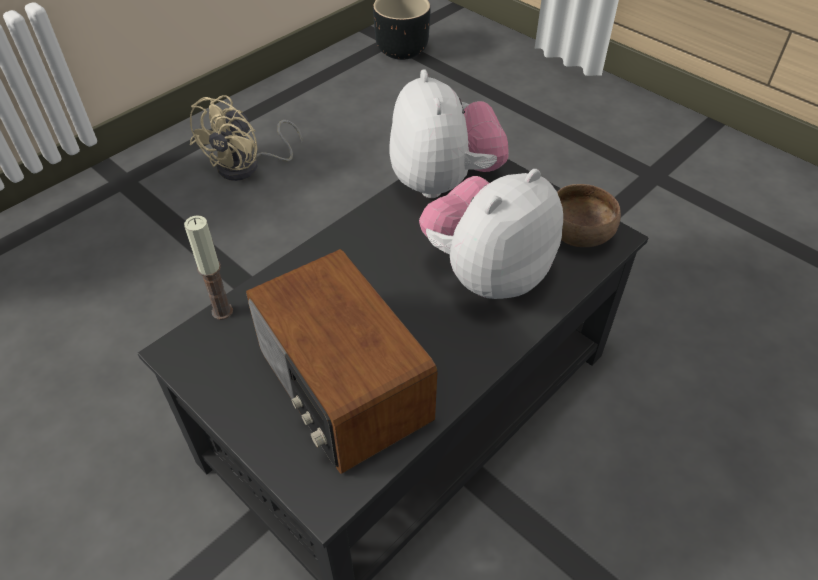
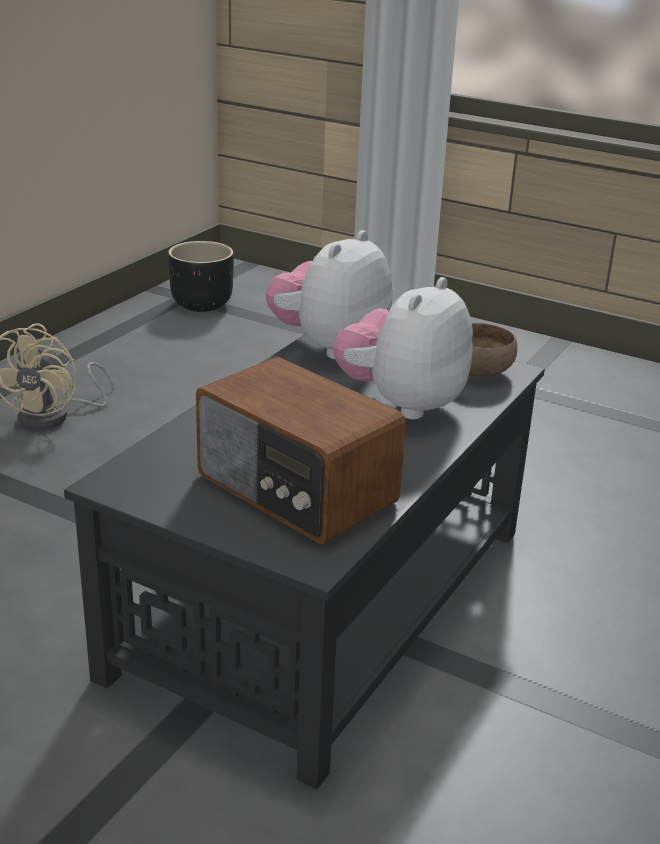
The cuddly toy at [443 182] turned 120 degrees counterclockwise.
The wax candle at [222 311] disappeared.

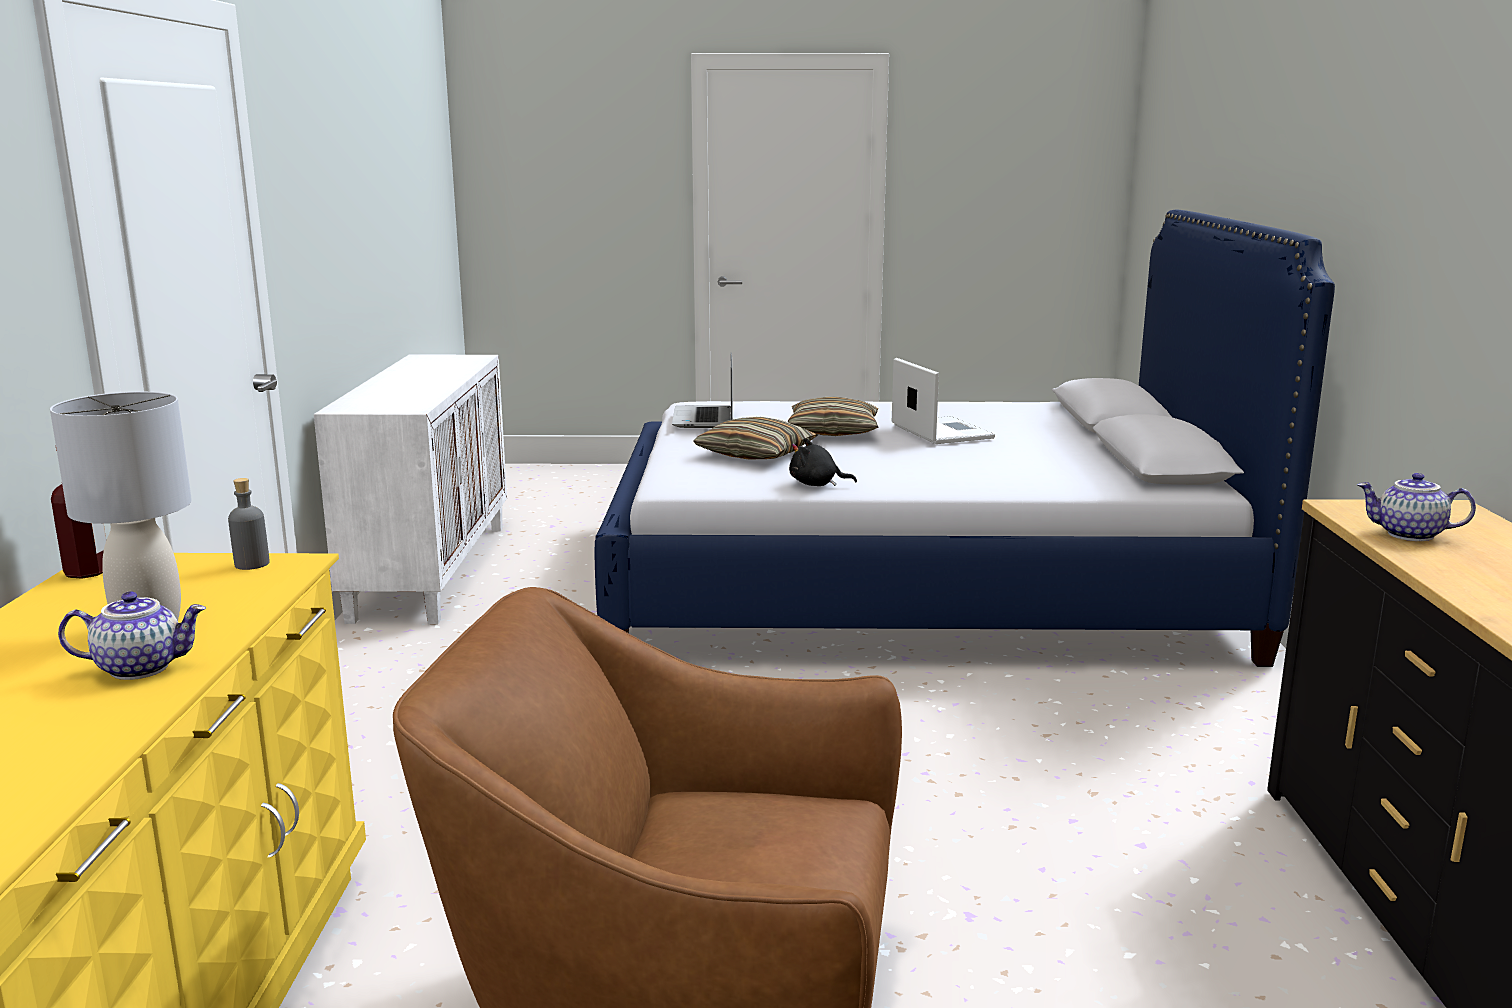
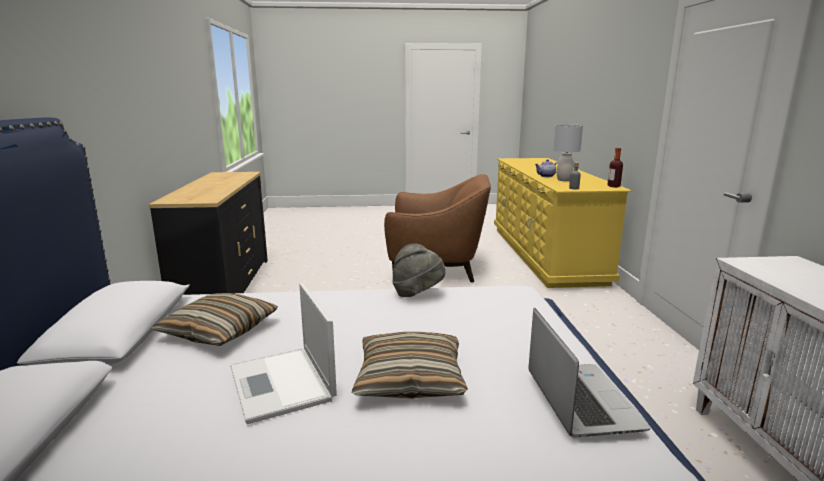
The throw pillow moved from [755 454] to [219 331].
The blackish cuddly toy at [816 484] was replaced by the greyish wearable hat at [418 294].
The pot for tea at [1409 535] disappeared.

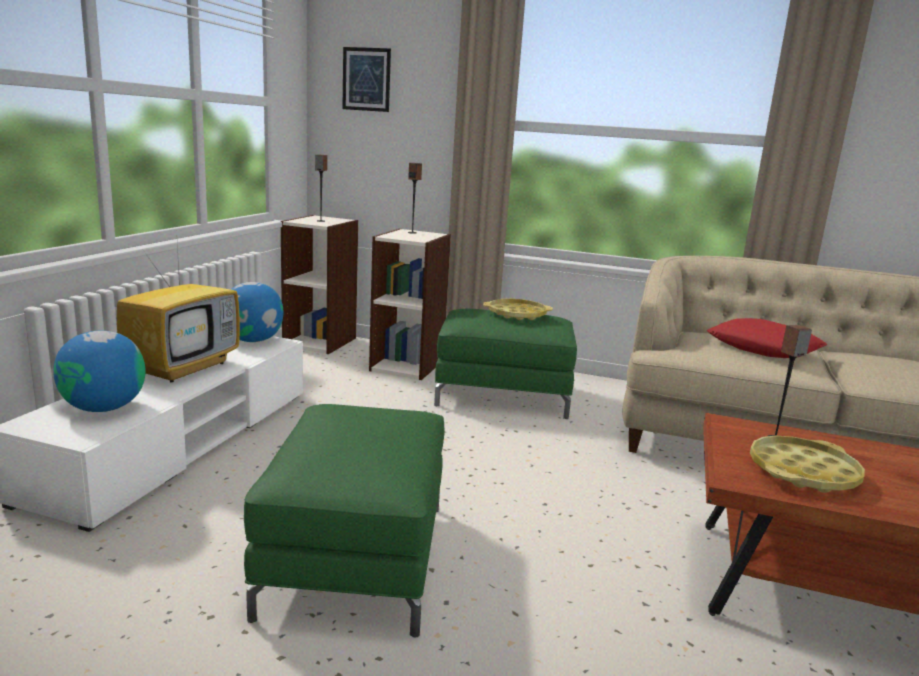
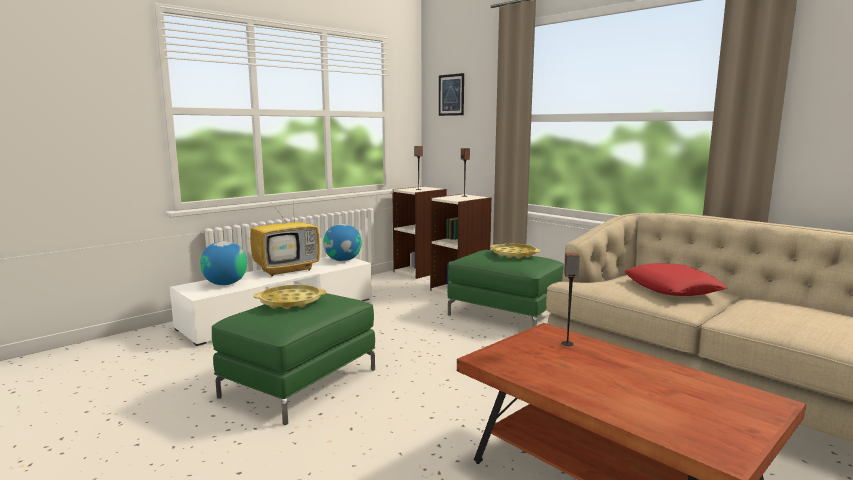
The yellowish tray moved from [803 472] to [291 302].

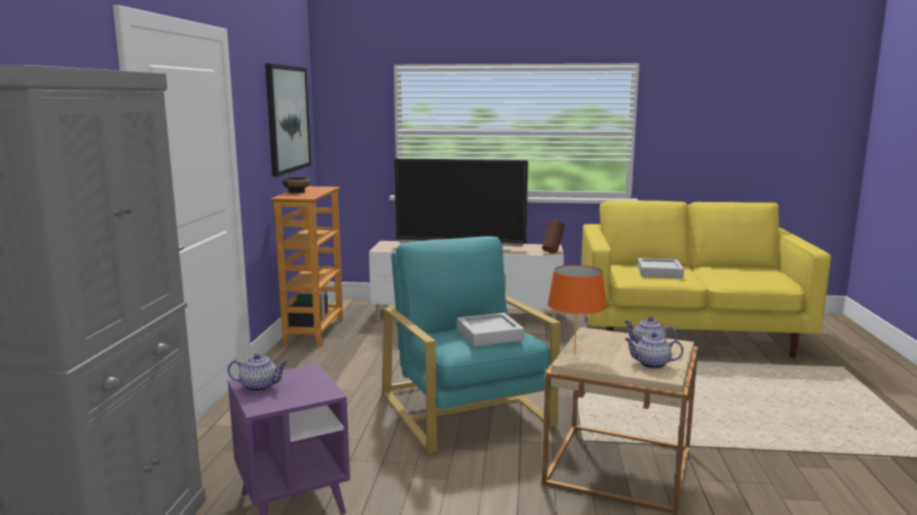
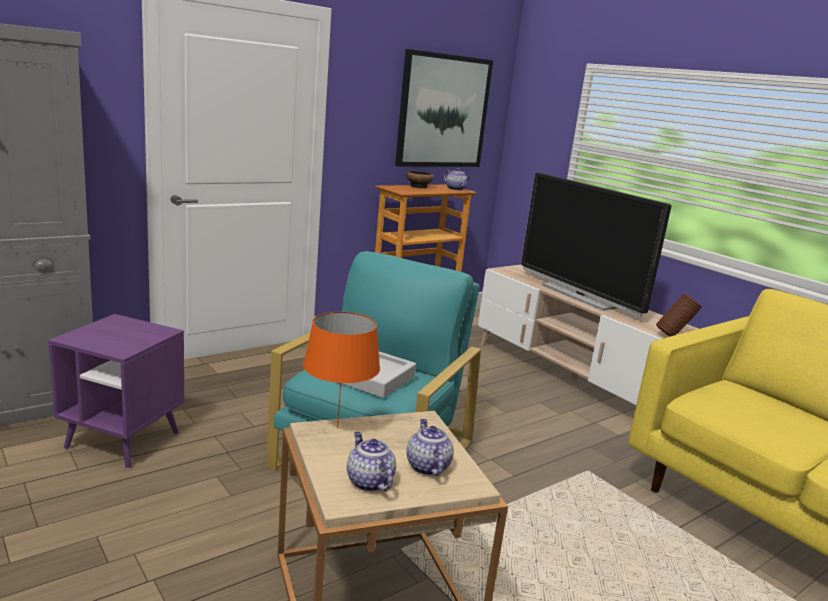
The pot for tea moved from [260 387] to [456 189].
The greyish tray at [659 272] disappeared.

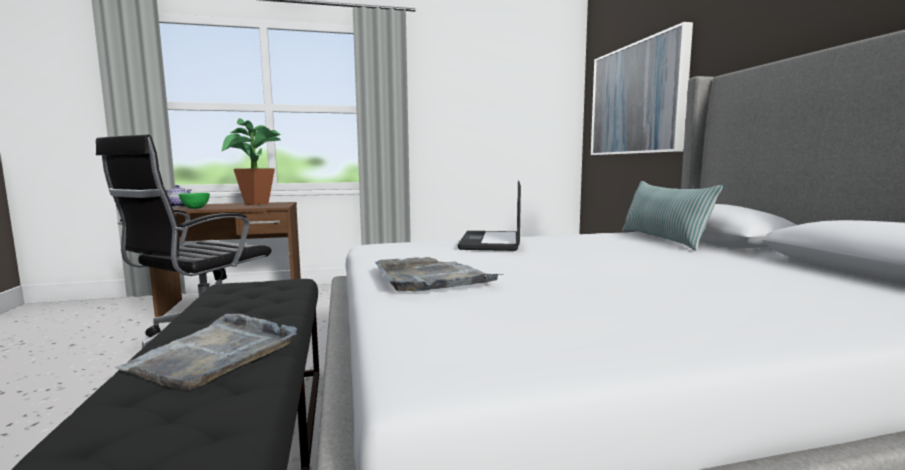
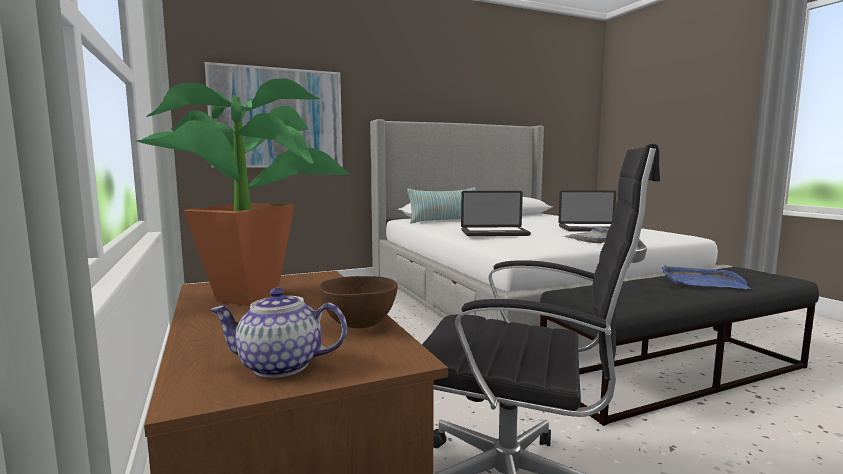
The greenish serving bowl at [196 208] became the brown serving bowl at [358 324].
The laptop at [591 229] appeared.
The greyish tray at [215 354] became the blue-coloured tray at [701 281].

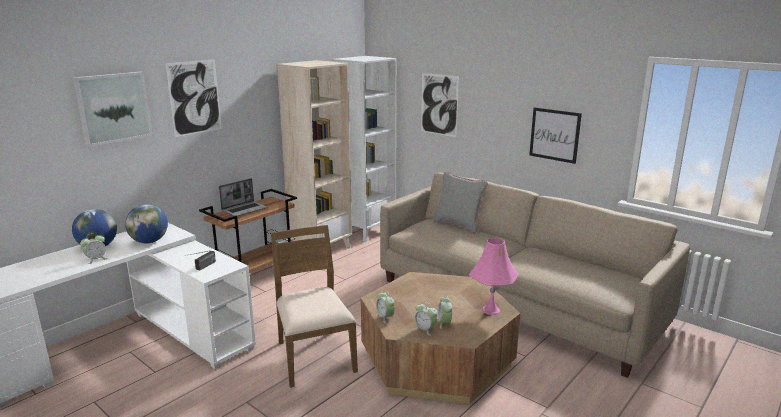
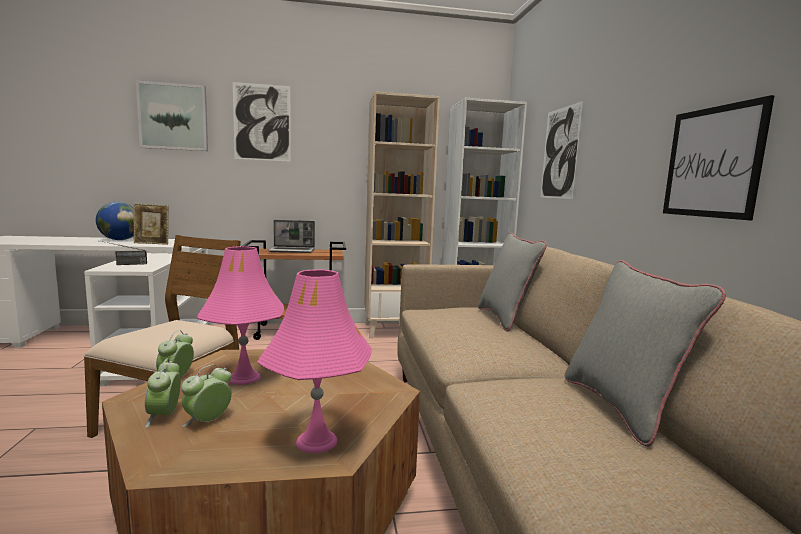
The globe at [149 241] was replaced by the photo frame at [152 243].
The pink-coloured tabletop lamp at [244 378] appeared.
The greyish throw pillow at [621 407] appeared.
The bedside clock at [96 259] disappeared.

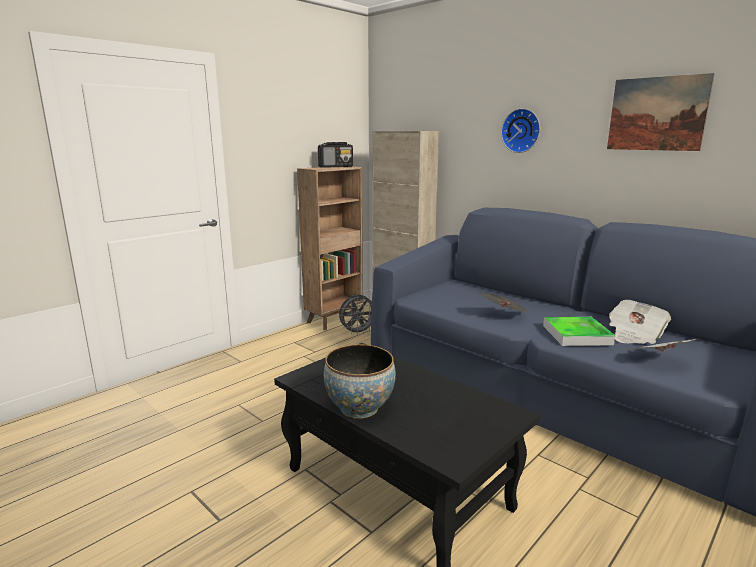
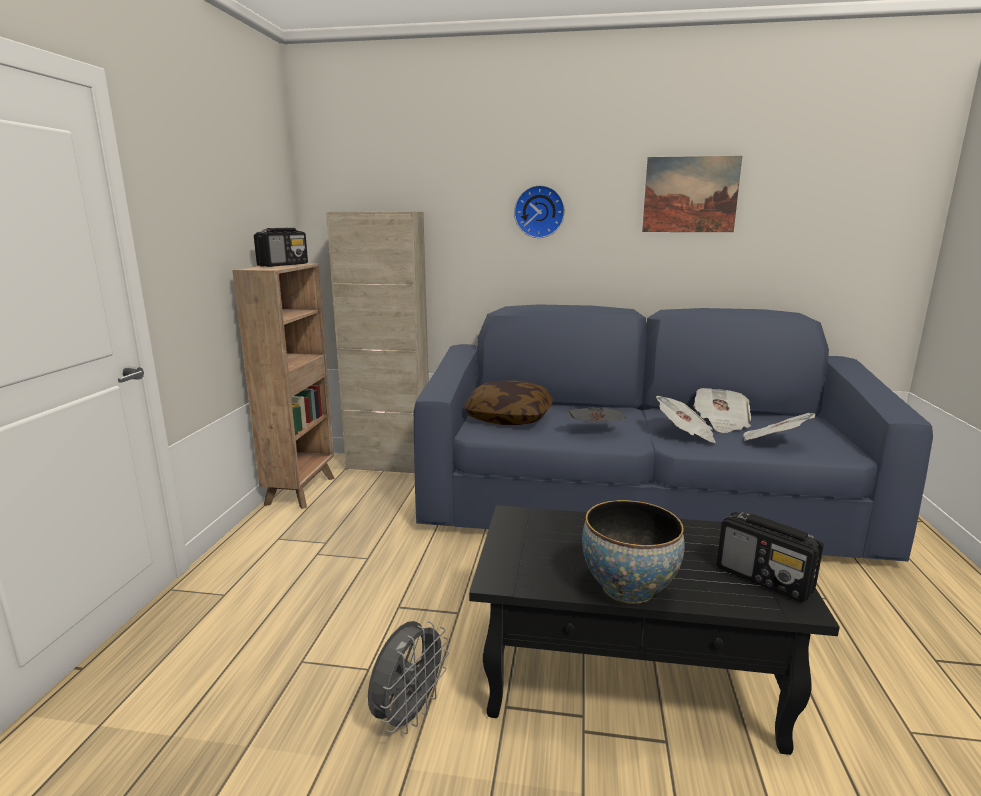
The greyish cooling fan moved from [358 332] to [408 714].
The throw pillow at [509 417] appeared.
The tray at [576 335] was replaced by the daily paper at [685 434].
The radio receiver at [765 579] appeared.

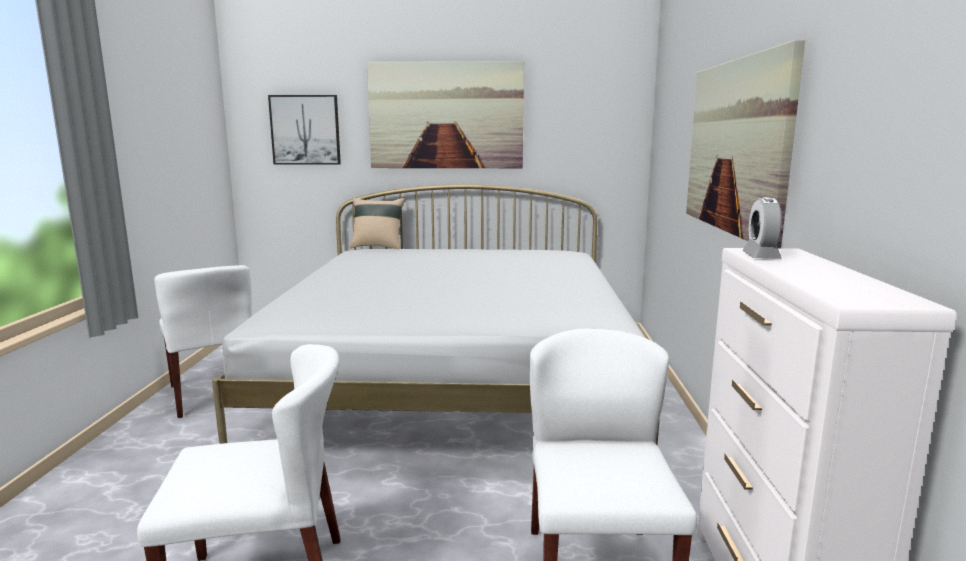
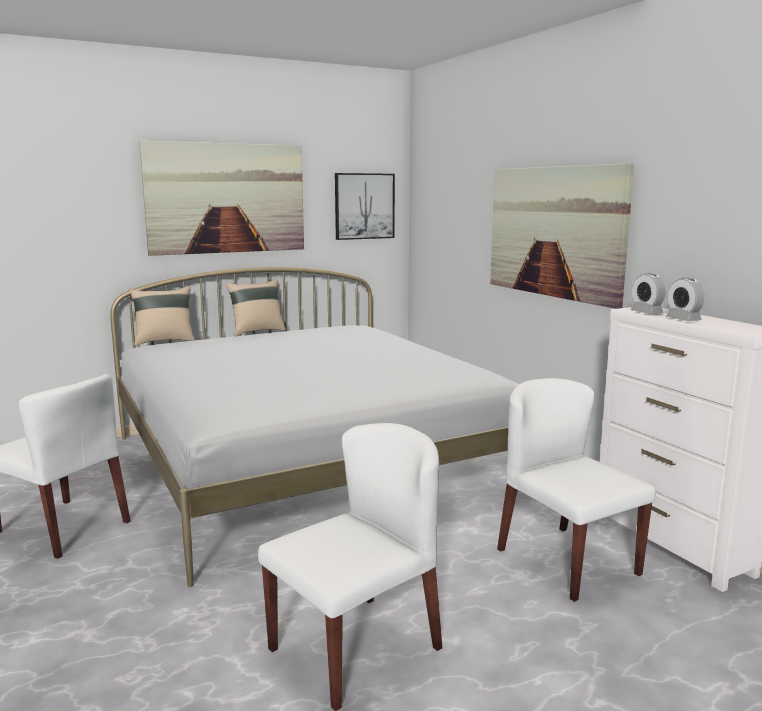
The beige throw pillow at [257 331] appeared.
The wall art moved from [305 130] to [364 206].
The bedside clock at [683 319] appeared.

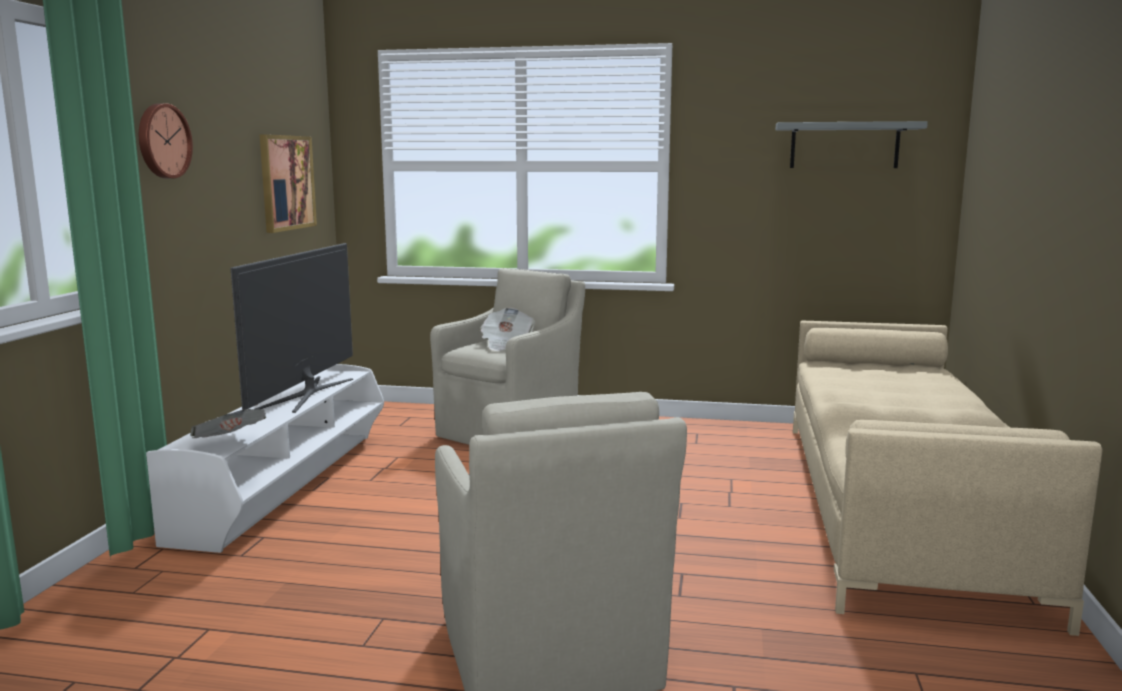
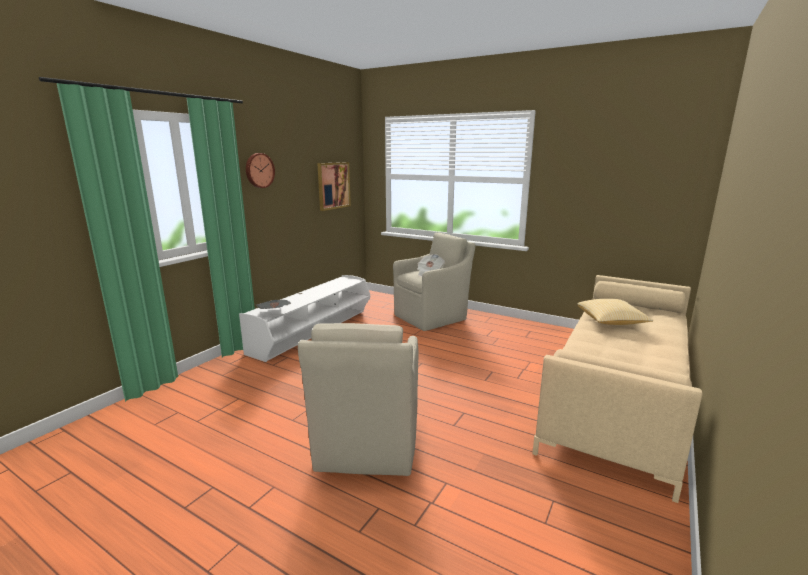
The throw pillow at [611 322] appeared.
The television at [306 393] disappeared.
The greyish shelf at [844 145] disappeared.

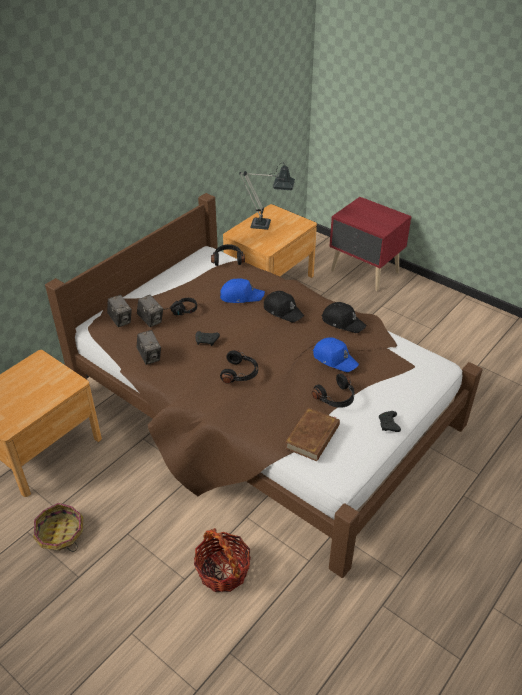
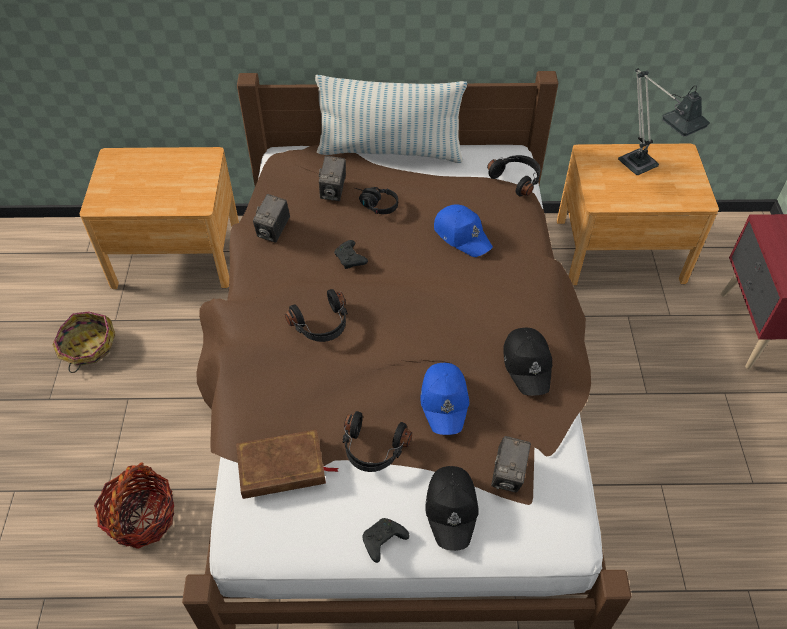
The throw pillow at [390 151] appeared.
The blackish peaked cap moved from [283 310] to [452 509].
The photo camera moved from [120 320] to [508 475].

